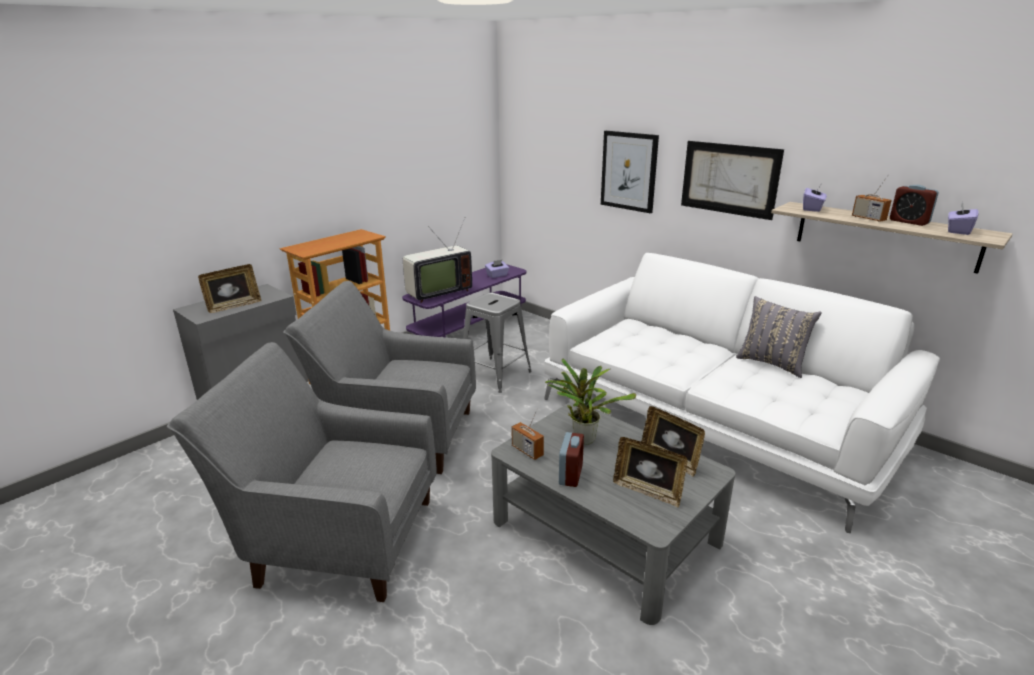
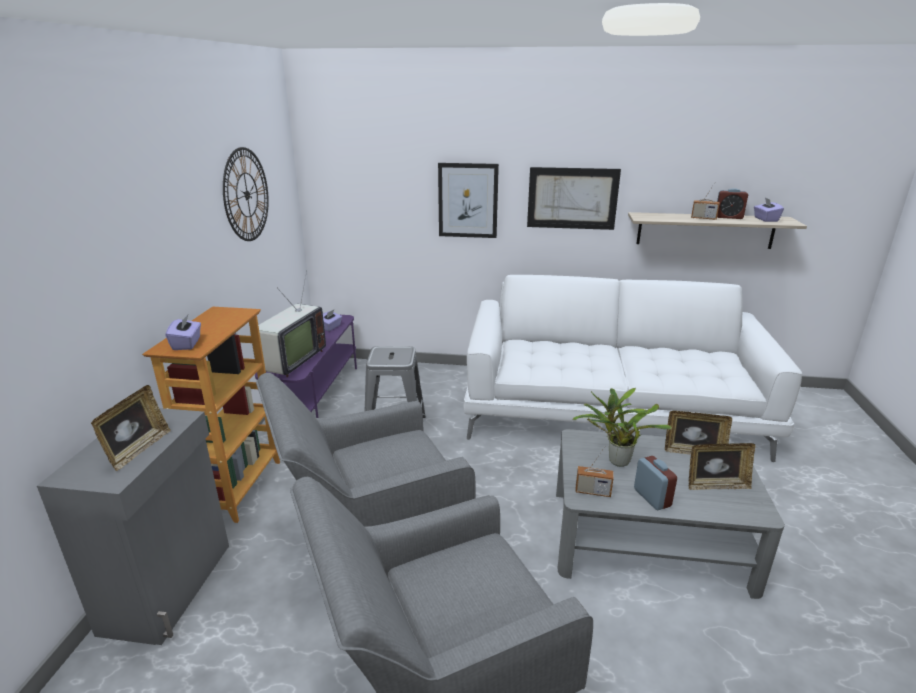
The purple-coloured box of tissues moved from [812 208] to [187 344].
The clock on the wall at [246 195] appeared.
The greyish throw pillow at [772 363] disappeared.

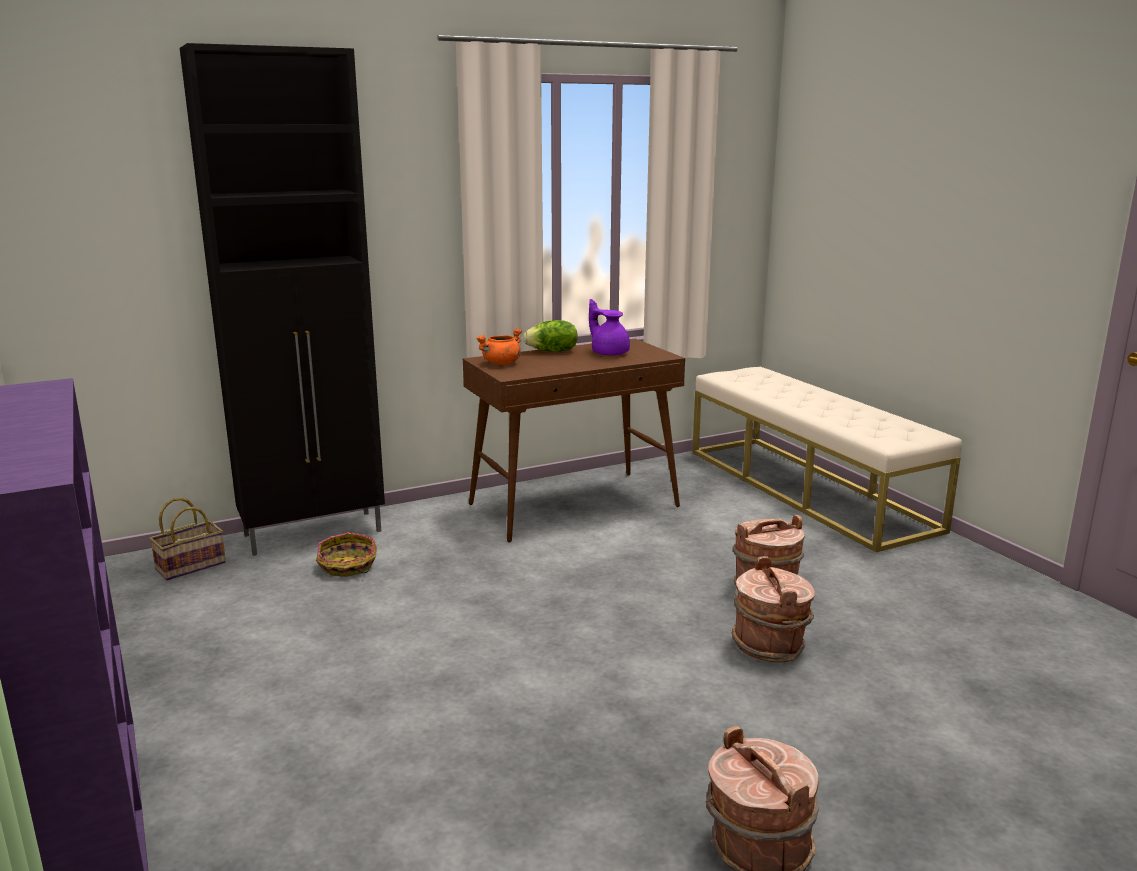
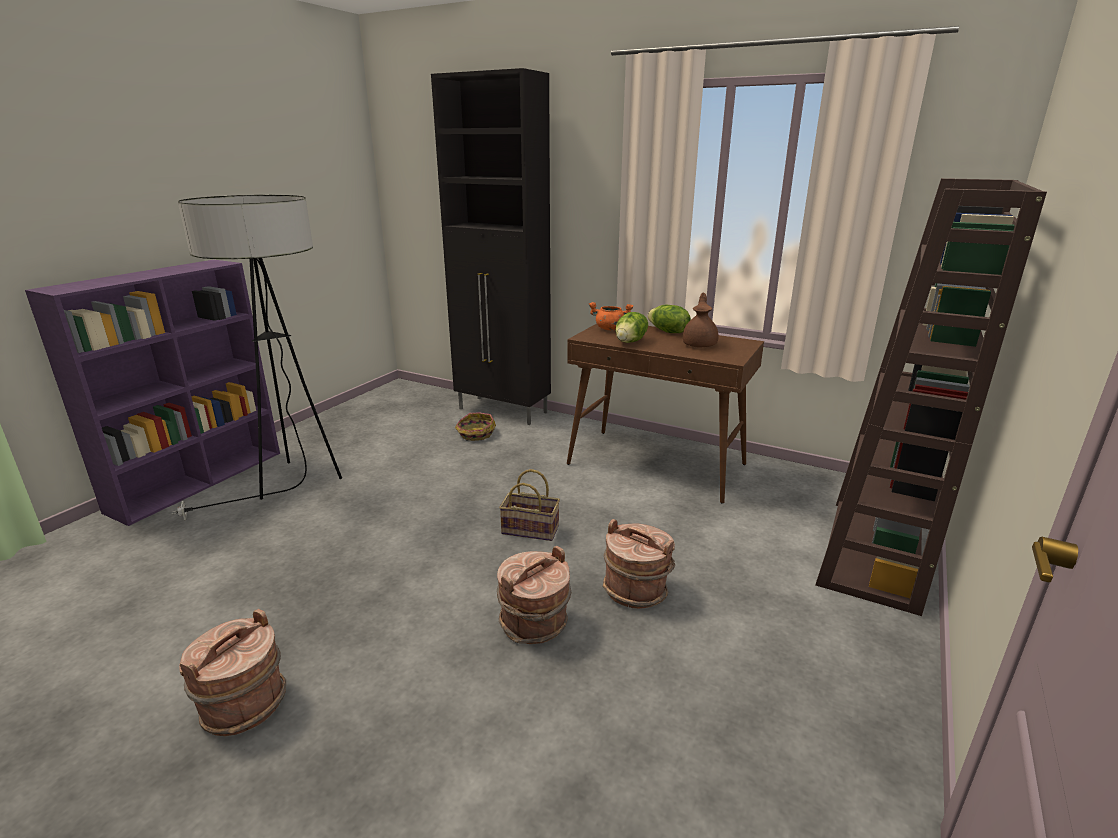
The floor lamp at [293 487] appeared.
The basket moved from [192 565] to [532 529].
The head of lettuce at [630 341] appeared.
The purple-coloured pot for tea at [609 353] became the brown pot for tea at [700 344].
The beige indoor bench at [807 489] was replaced by the brown bookcase at [875 553].

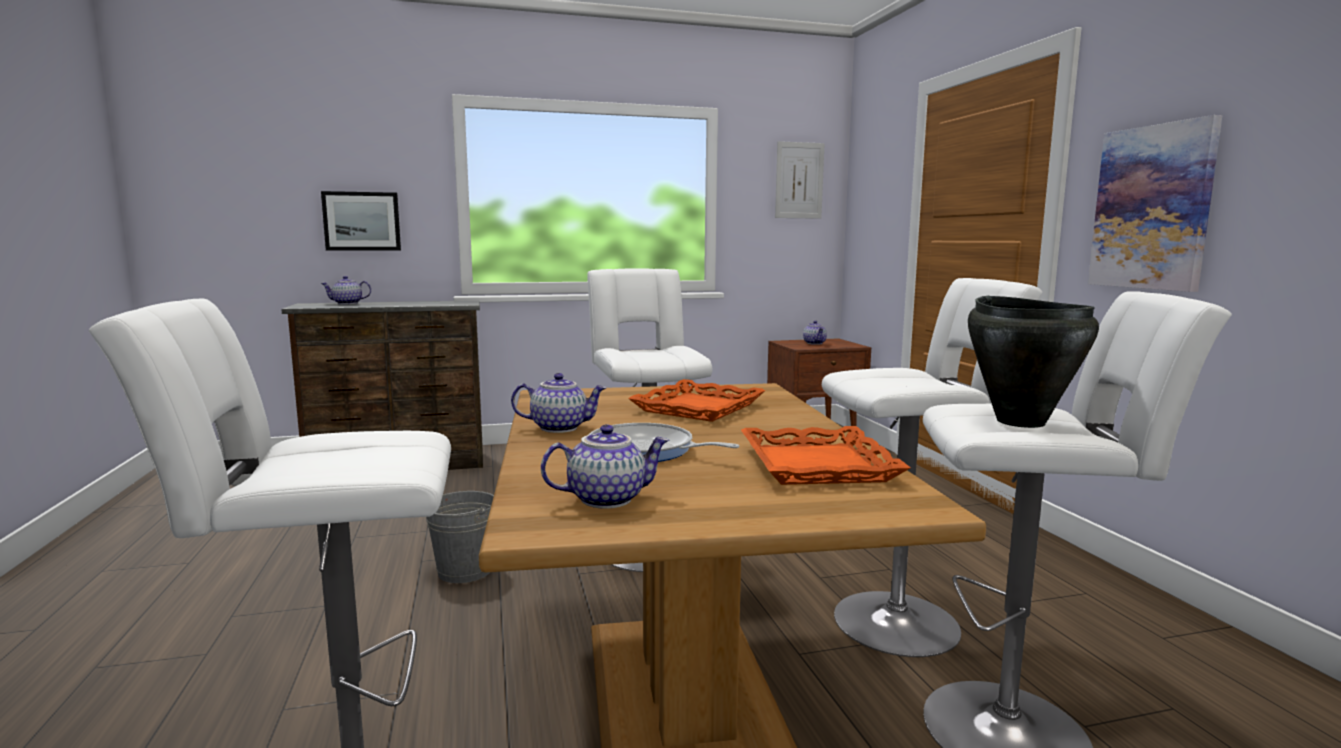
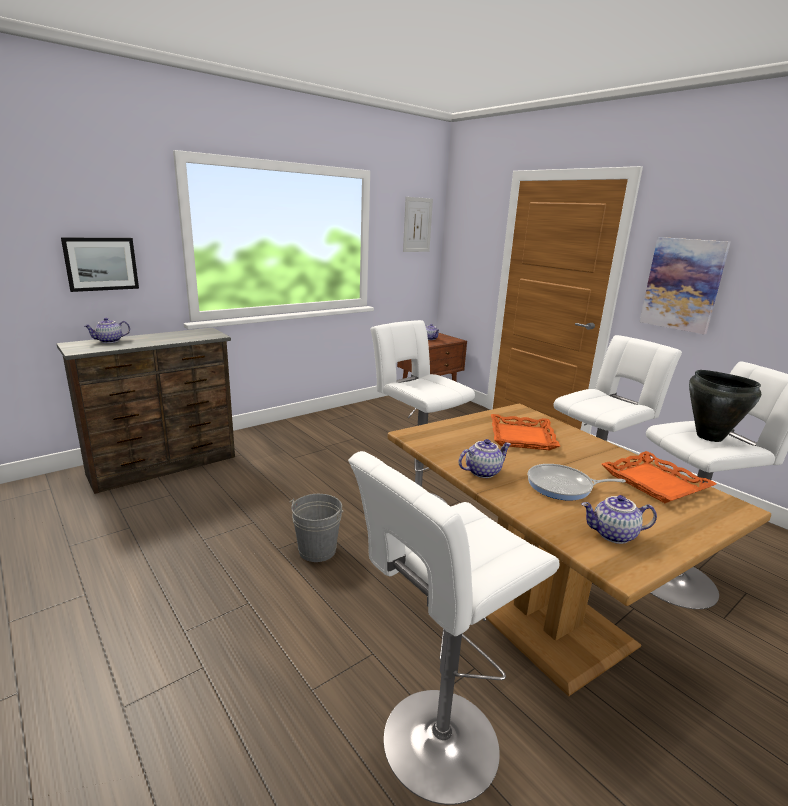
The pot for tea at [607 498] turned 135 degrees counterclockwise.

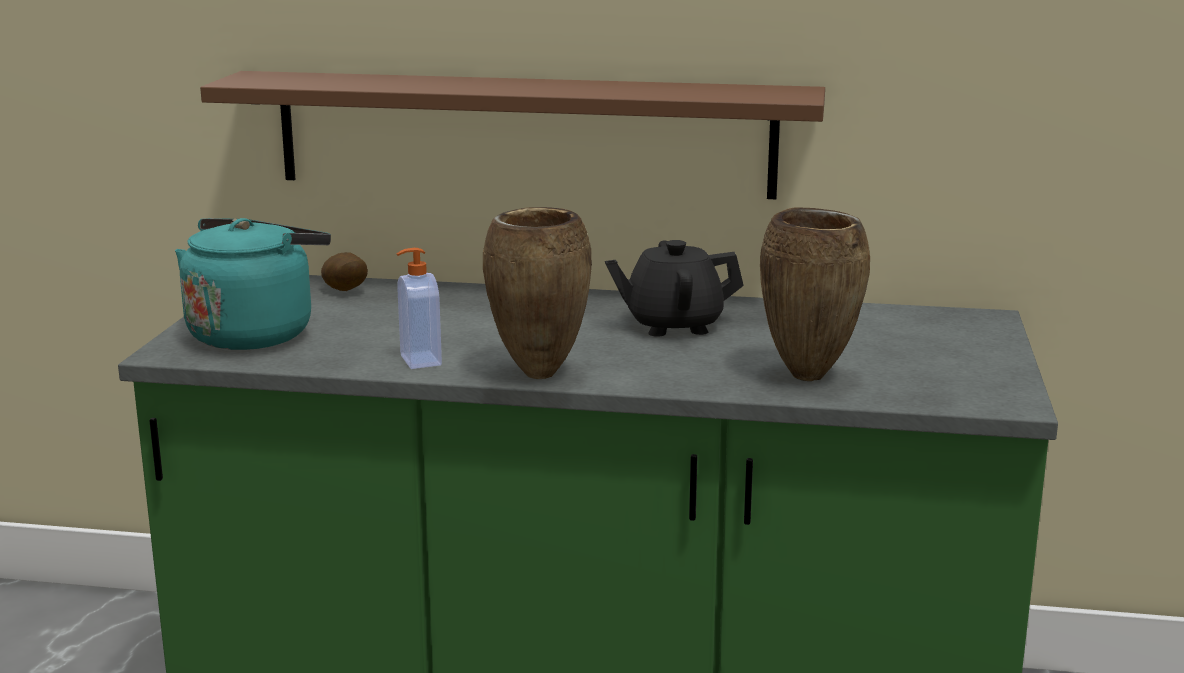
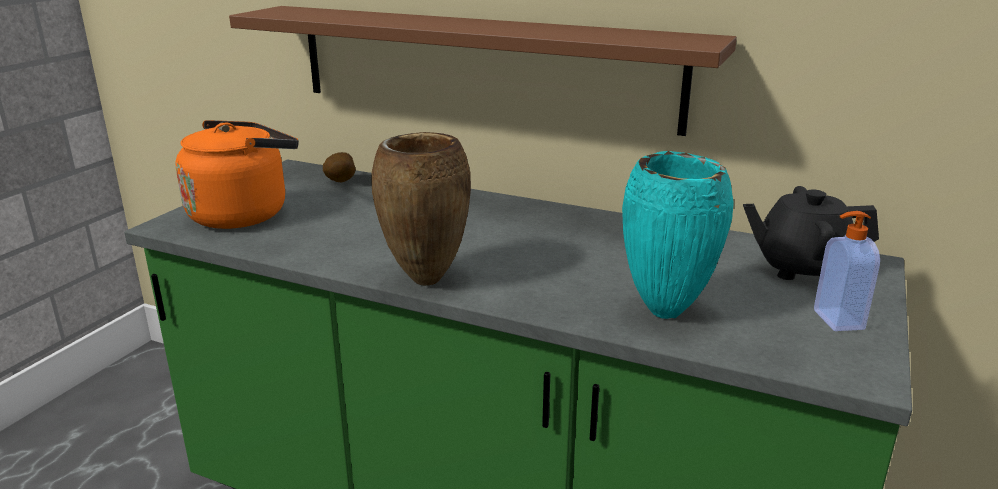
The turquoise-coloured water kettle at [255 333] became the orangey water kettle at [243 213].
The brown vase at [810 376] became the turquoise-coloured vase at [668 313].
The blackish pot for tea moved from [673 325] to [801 268].
The soap dispenser moved from [419 361] to [836 320].

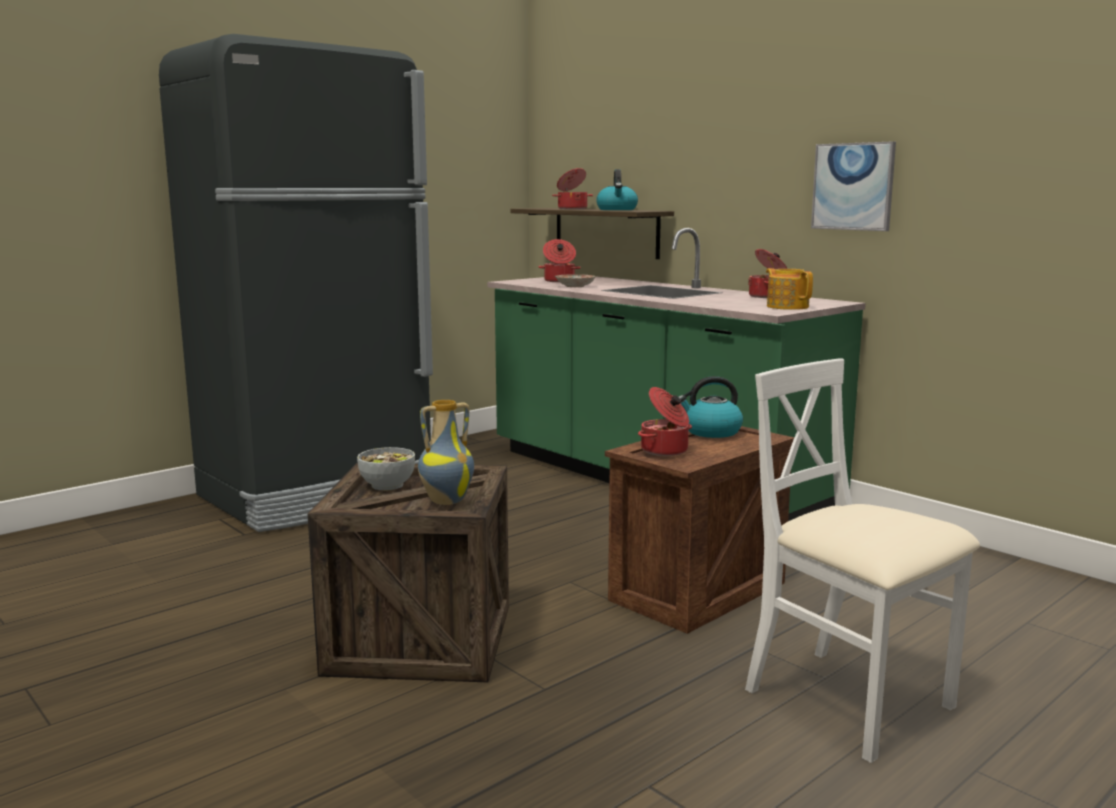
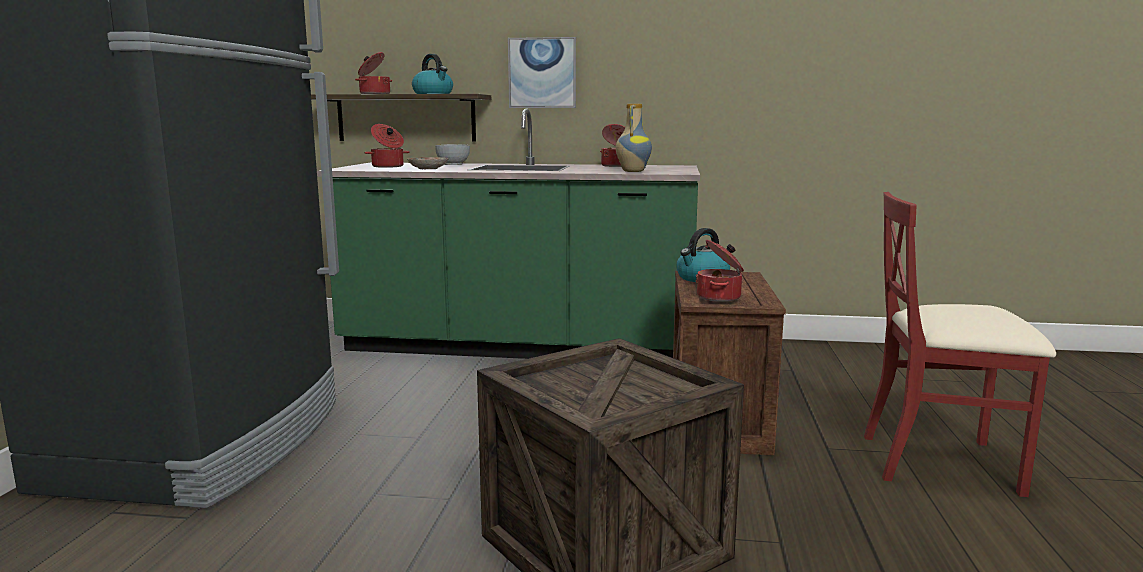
The serving bowl moved from [387 485] to [453 164].
The wall art moved from [853 186] to [542 73].
The vase moved from [446 500] to [632 171].
The whitish upright chair at [849 701] became the reddish upright chair at [941 462].
The pot for tea at [787 307] disappeared.

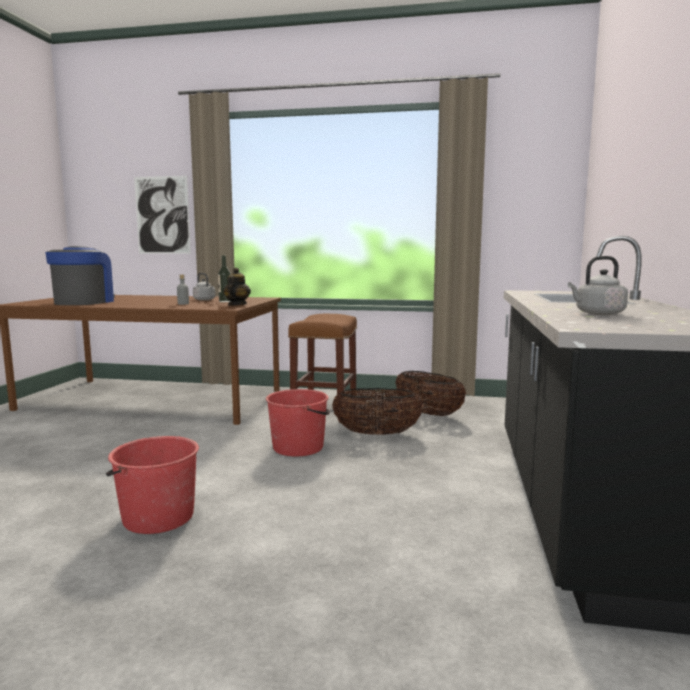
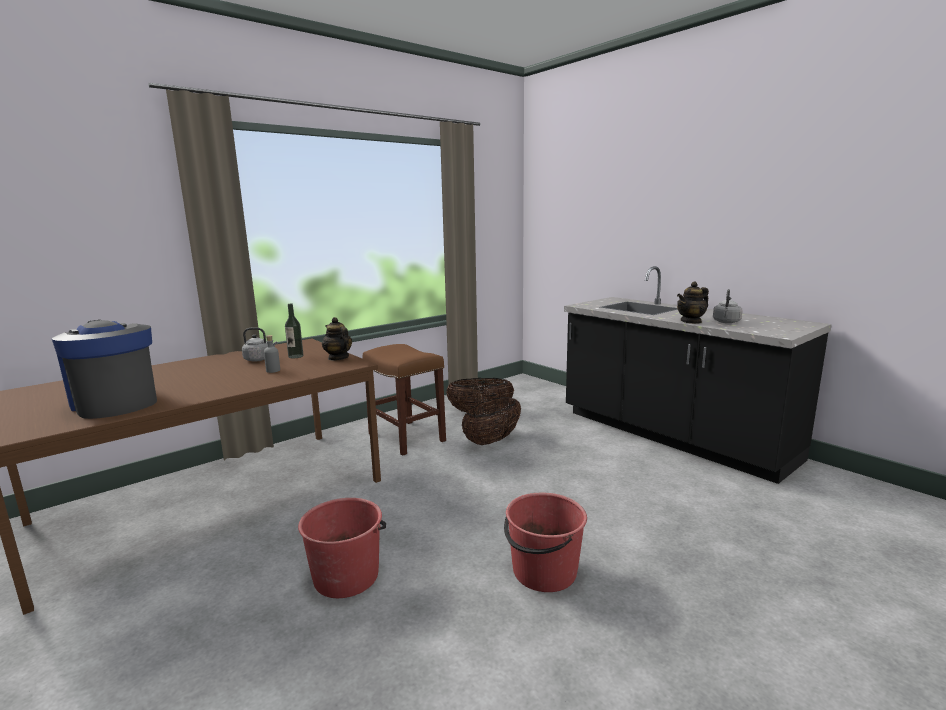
The reddish bucket moved from [299 447] to [346 576].
The pot for tea at [691 321] appeared.
The wall art at [162 215] disappeared.

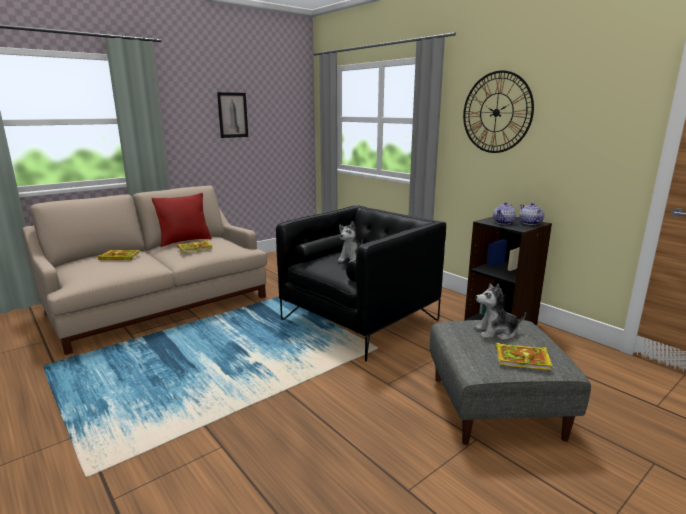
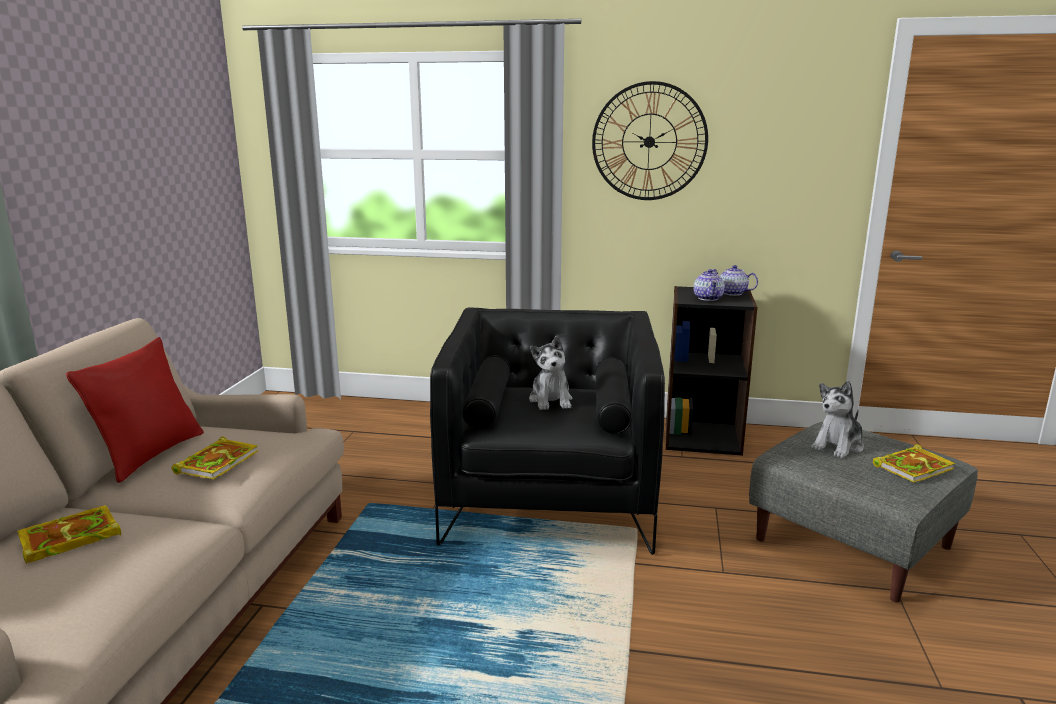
The wall art at [233 115] disappeared.

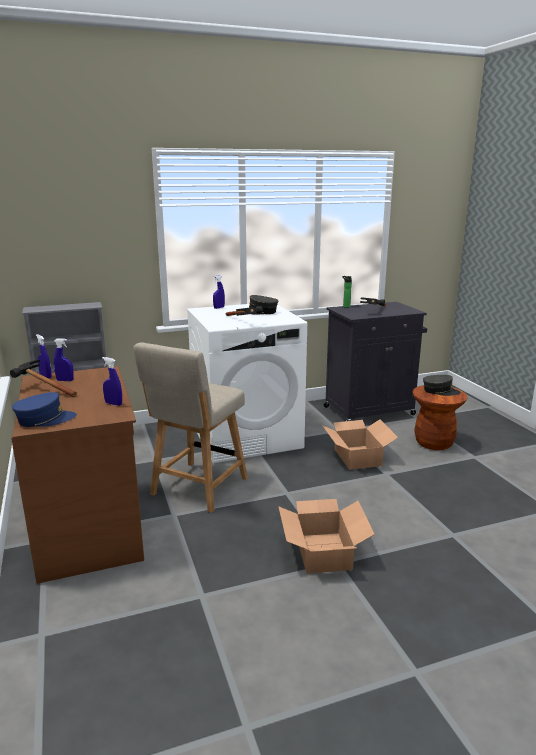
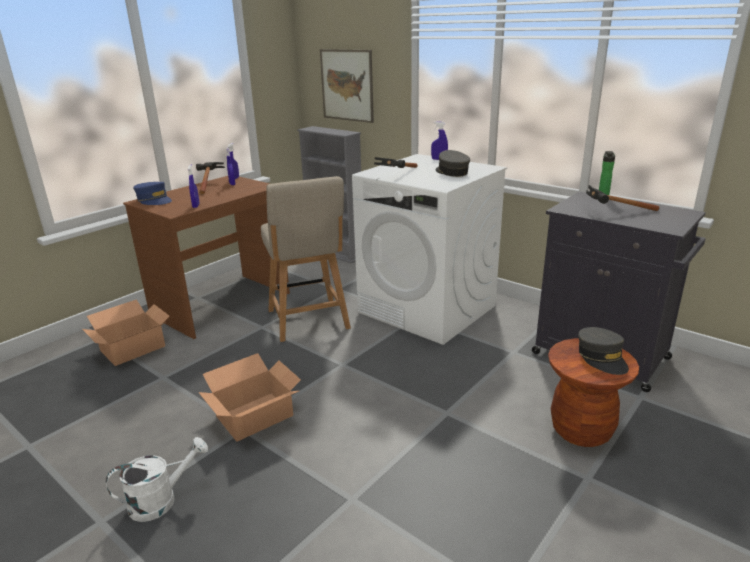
The packing box moved from [358 457] to [133 348].
The whitish watering pot at [161 500] appeared.
The beige upright chair at [197 488] turned 105 degrees counterclockwise.
The wall art at [347 85] appeared.

